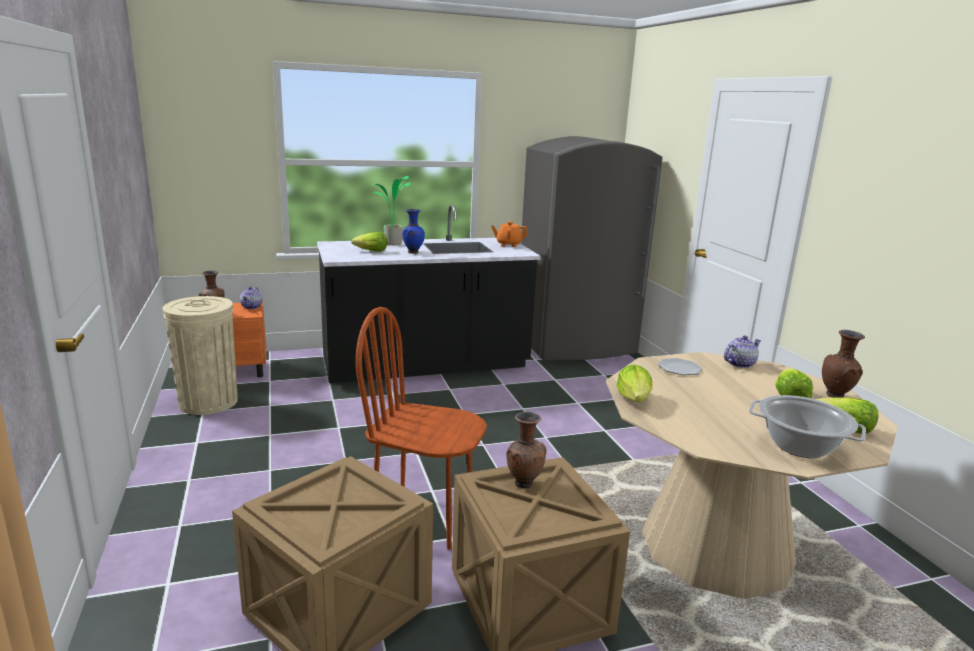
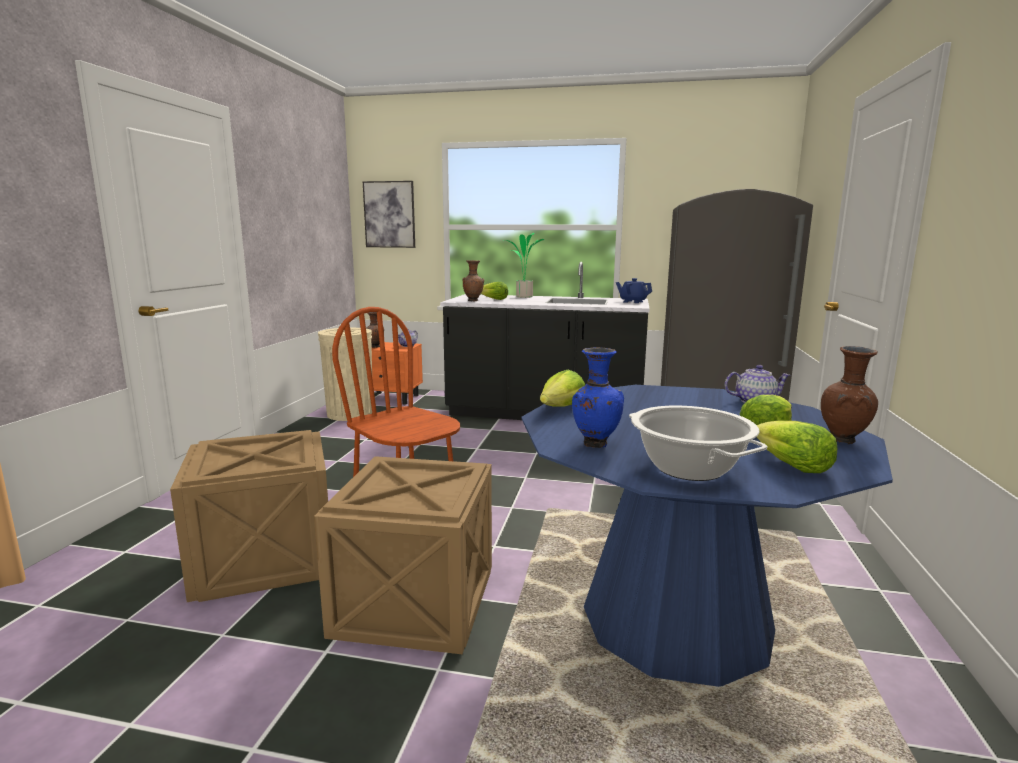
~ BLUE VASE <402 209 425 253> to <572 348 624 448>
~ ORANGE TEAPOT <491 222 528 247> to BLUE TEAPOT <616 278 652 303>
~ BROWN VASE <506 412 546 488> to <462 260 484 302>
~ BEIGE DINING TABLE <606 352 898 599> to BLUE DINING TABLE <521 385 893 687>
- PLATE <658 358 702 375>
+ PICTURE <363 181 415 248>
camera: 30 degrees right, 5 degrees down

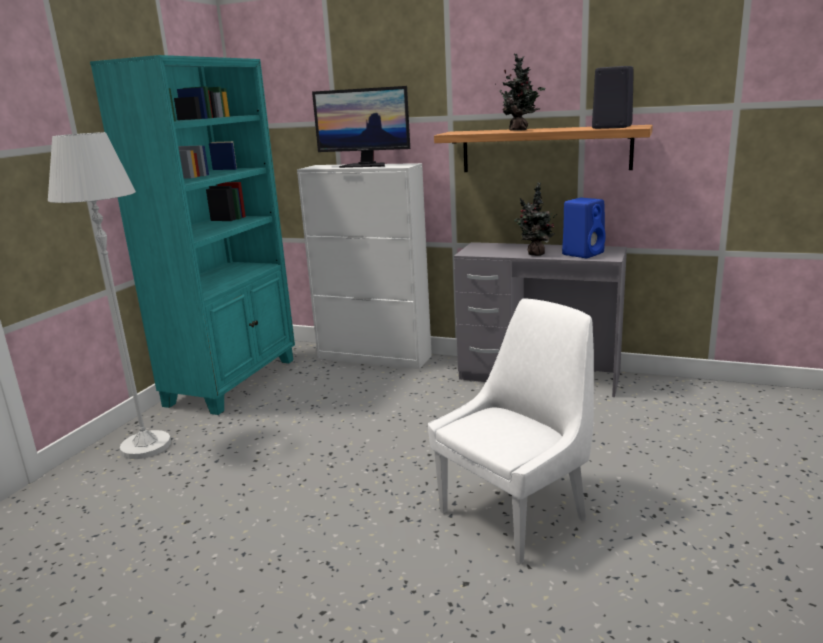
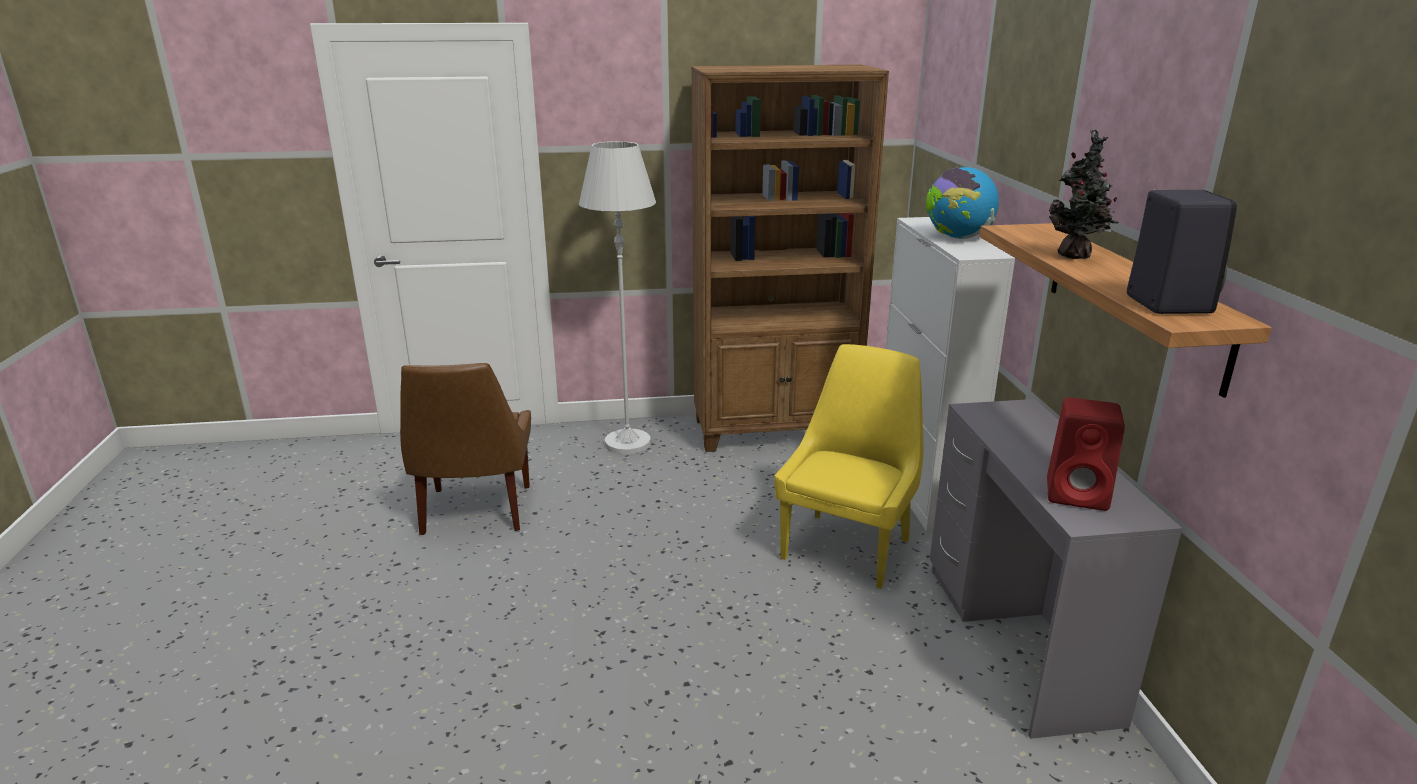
~ TURQUOISE BOOKCASE <90 55 295 415> to BROWN BOOKCASE <691 65 889 452>
~ MONITOR <312 86 410 168> to GLOBE <926 167 999 239>
- WHITE CHAIR <428 298 594 564>
- POTTED PLANT <514 182 557 256>
~ BLUE SPEAKER <562 198 606 258> to RED SPEAKER <1047 397 1125 511>
+ BROWN CHAIR <400 363 531 535>
+ YELLOW CHAIR <774 344 923 589>
camera: 60 degrees right, 5 degrees up

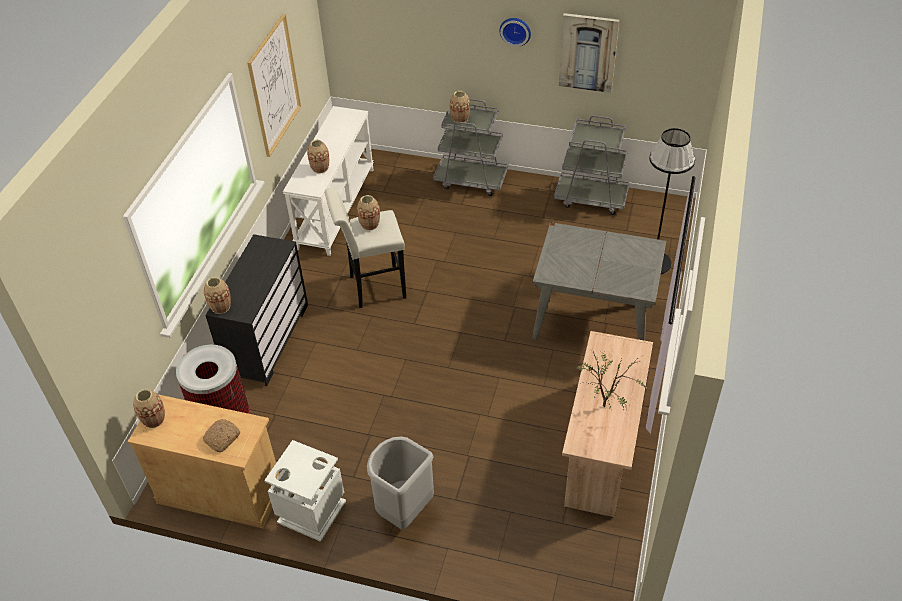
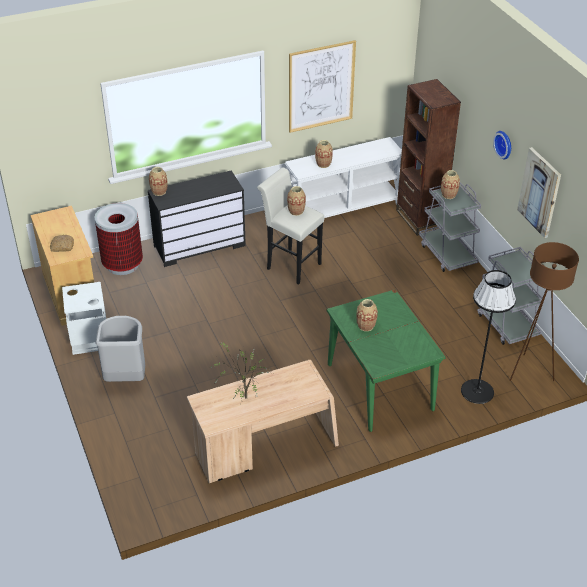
~ VASE <133 389 165 428> to <356 299 378 331>
~ GREY DINING TABLE <532 222 666 341> to GREEN DINING TABLE <327 289 446 432>
+ BROWN BOOKCASE <396 79 461 236>
+ BROWN FLOOR LAMP <510 242 579 381>
camera: 50 degrees right, 5 degrees down

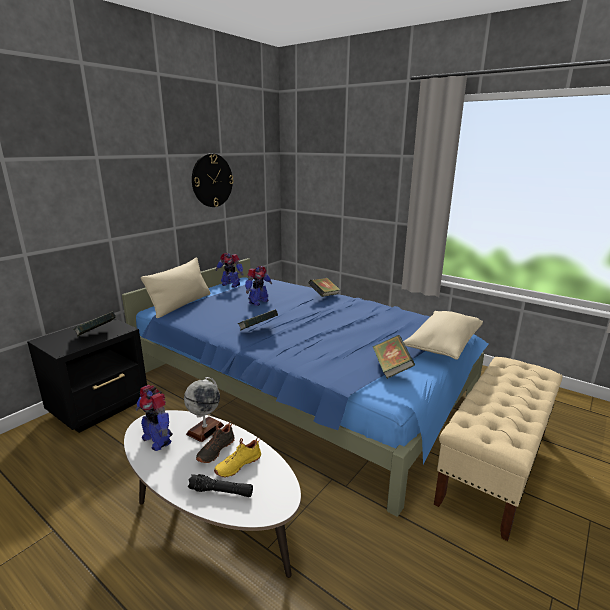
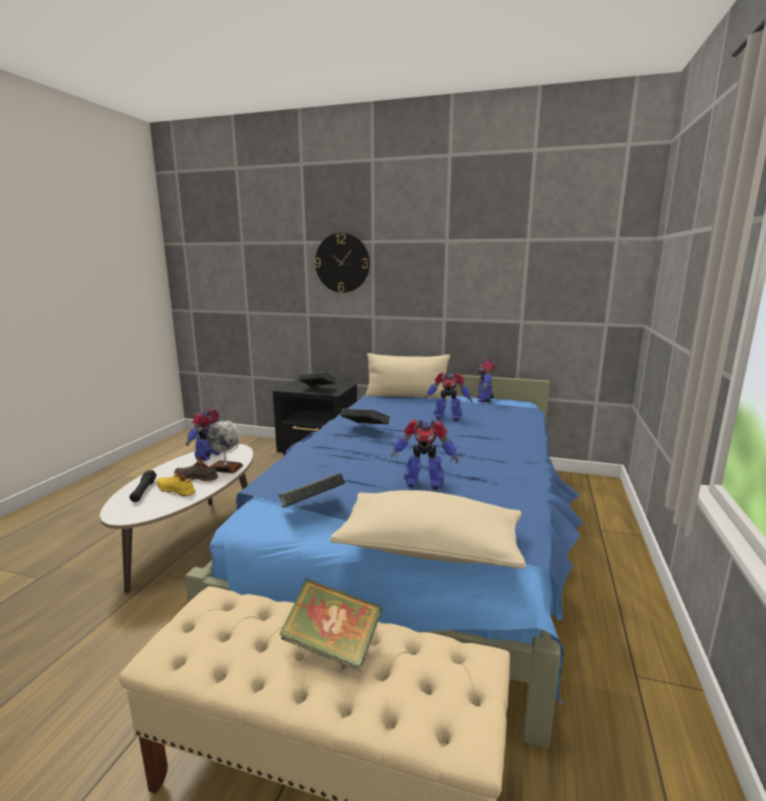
~ WALL CLOCK <192 154 234 207> to <315 233 370 293>
~ BOOK <308 278 340 297> to <279 578 382 672>
+ TOY ROBOT <391 419 459 489>
camera: 70 degrees right, 5 degrees down

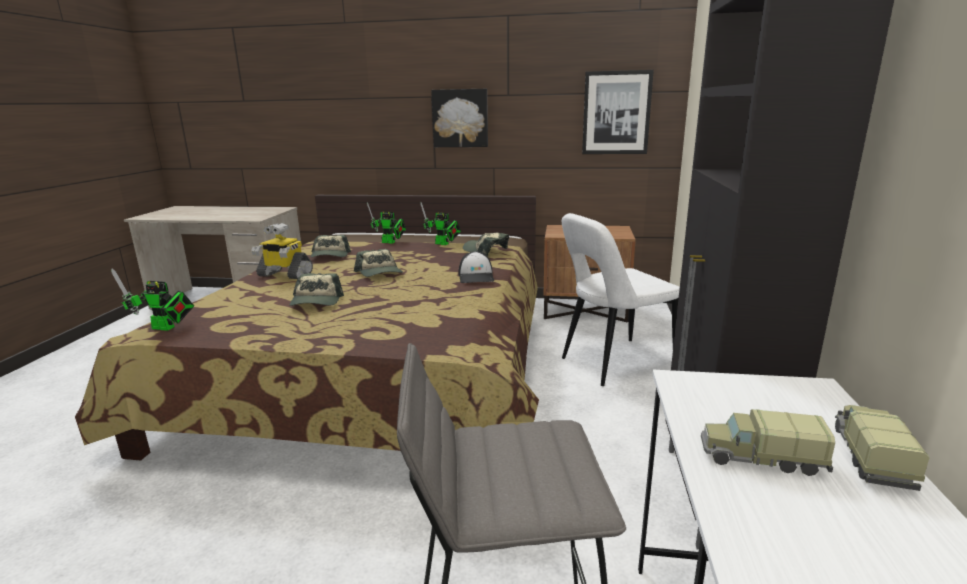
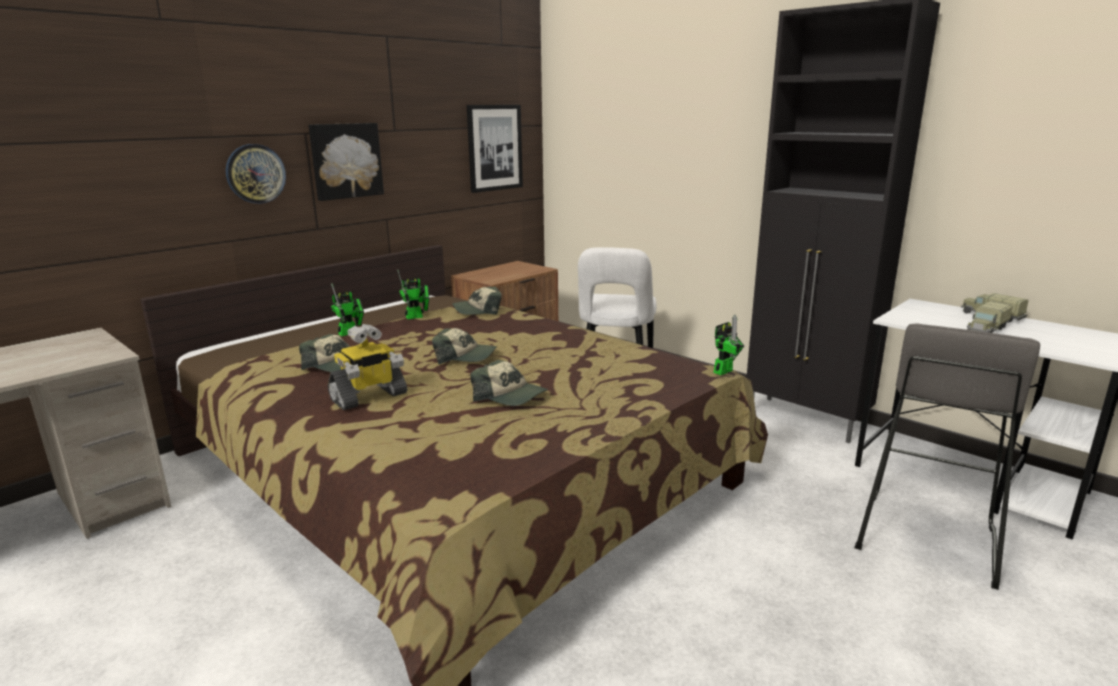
~ TOY ROBOT <111 269 194 331> to <713 315 744 375>
- CAP <459 251 494 283>
+ WALL CLOCK <226 144 286 204>
camera: 55 degrees left, 0 degrees up

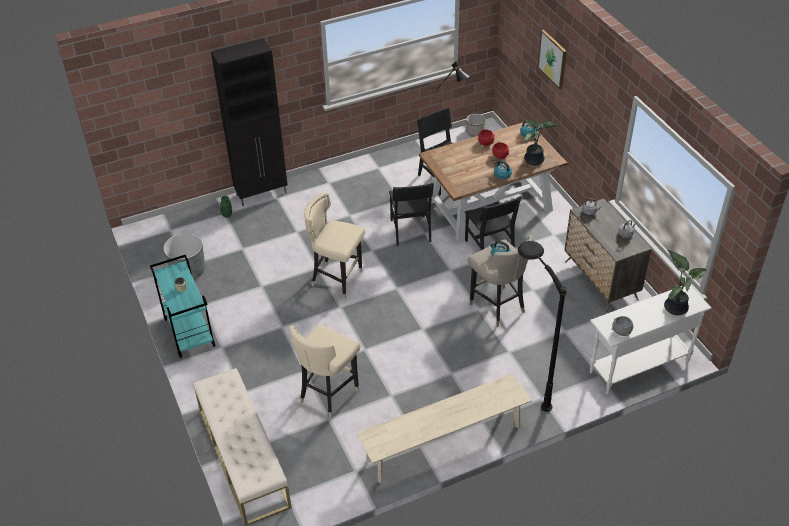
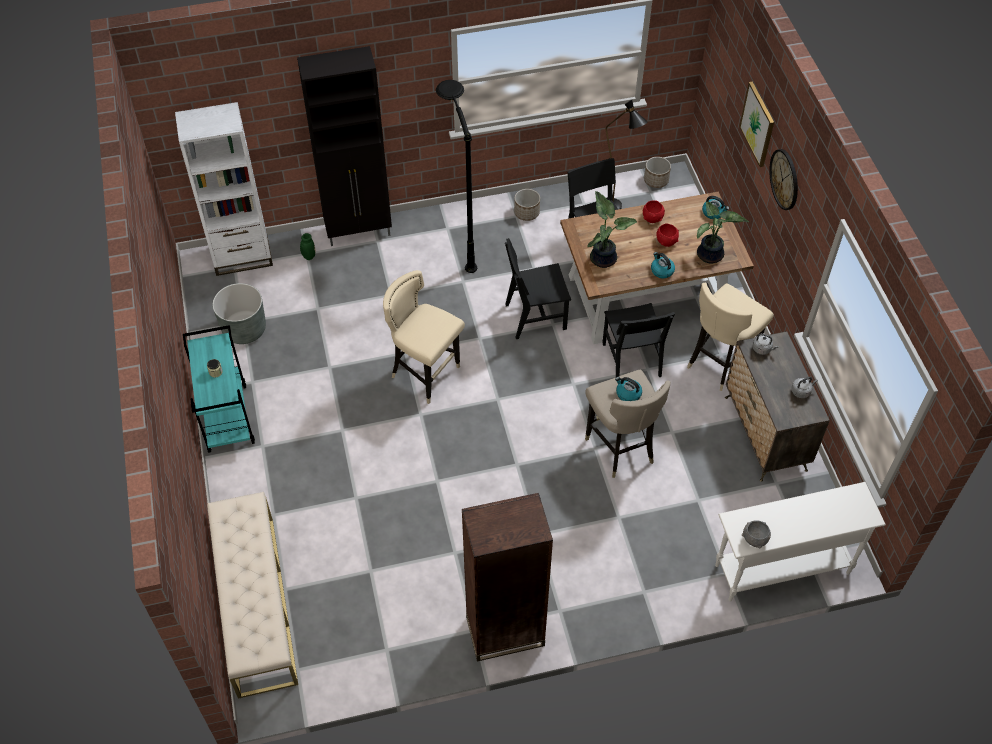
~ BEIGE STOOL <290 324 361 418> to <687 283 774 391>
~ BEIGE BENCH <356 374 532 483> to BROWN BOOKCASE <462 493 553 661>
~ BLACK CHAIR <389 183 434 246> = <505 238 571 339> 75 degrees clockwise
~ BLACK FLOOR LAMP <518 241 567 412> to <436 80 477 273>
~ POTTED PLANT <664 250 707 315> to <588 191 637 268>
+ WHITE BOOKCASE <175 102 273 276>
+ PLANTER <514 189 540 221>
+ WALL CLOCK <769 149 798 210>
camera: 10 degrees right, 10 degrees up

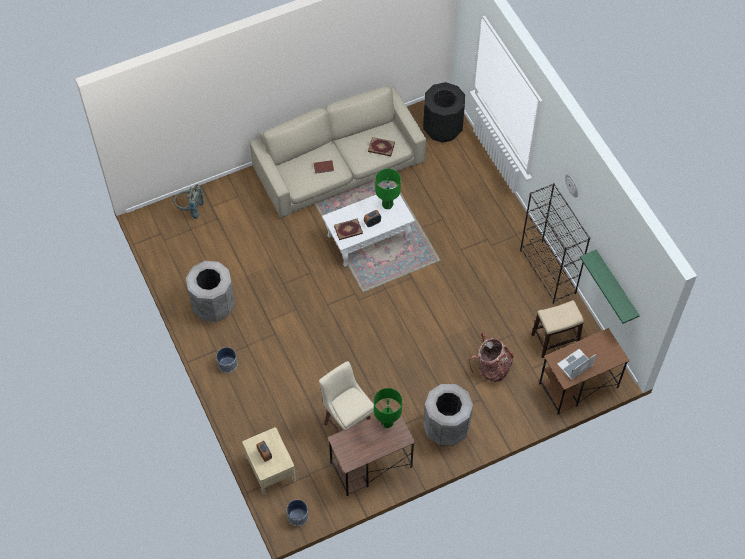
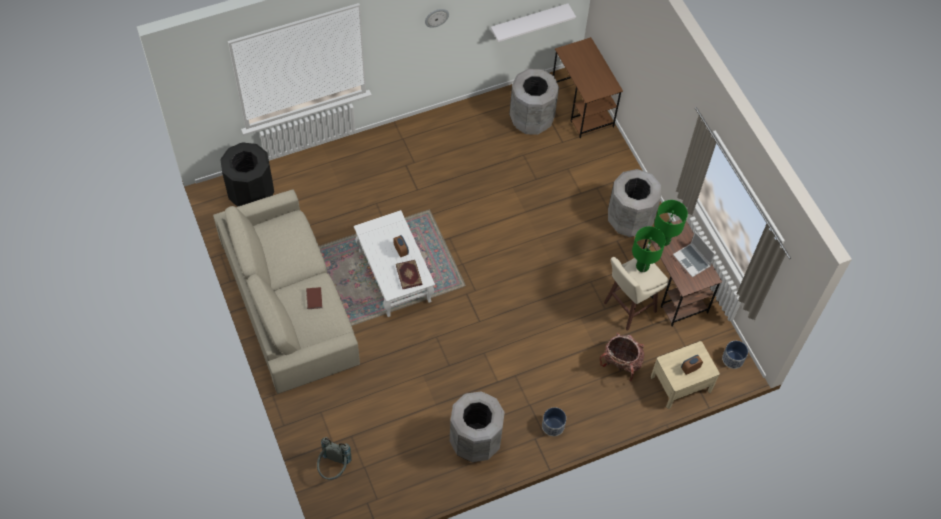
- BOOK <368 137 395 156>
~ GREEN TABLE LAMP <375 169 401 209> to <632 226 666 272>
~ BACKPACK <469 333 514 382> to <600 333 644 381>
- BLACK BOOKCASE <520 183 590 304>
~ STOOL <531 300 584 358> to GREY TRASH CAN <509 69 559 135>
~ LAPTOP <557 349 596 380> to <673 232 715 277>
~ GREEN SHELF <580 250 640 324> to WHITE SHELF <491 3 576 42>
camera: 90 degrees left, 0 degrees up

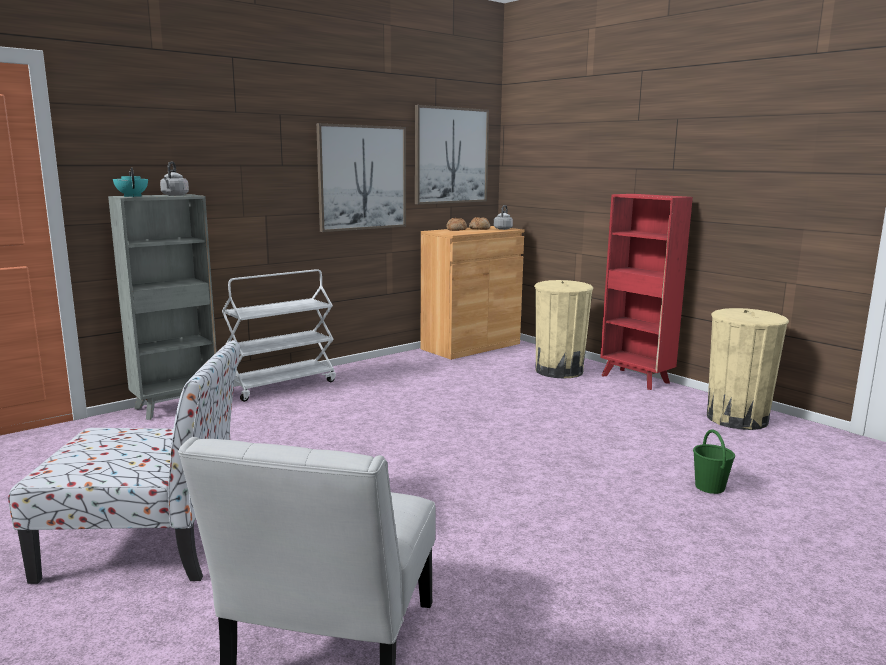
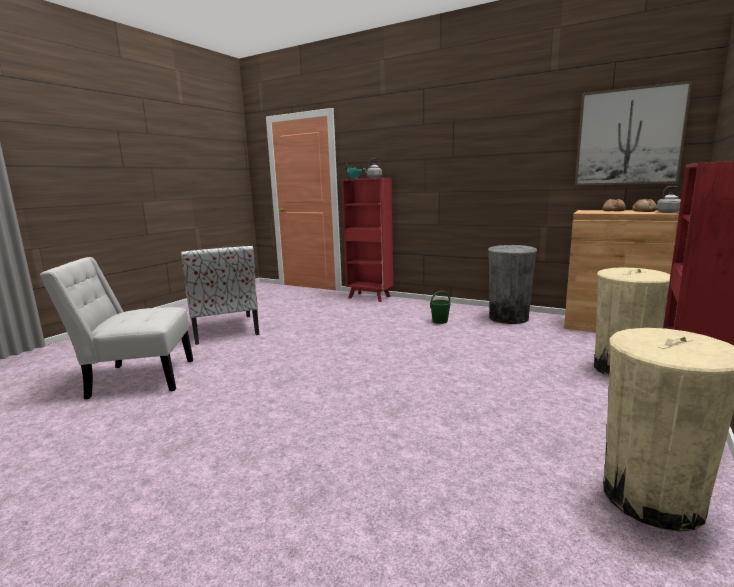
~ GREY BOOKCASE <108 194 217 420> to RED BOOKCASE <341 178 393 302>
- WHITE CART <222 269 336 402>
- PICTURE <316 123 406 232>
~ GREEN BUCKET <693 429 735 494> to <430 291 451 324>
+ GREY TRASH CAN <488 245 537 324>
camera: 70 degrees right, 0 degrees up

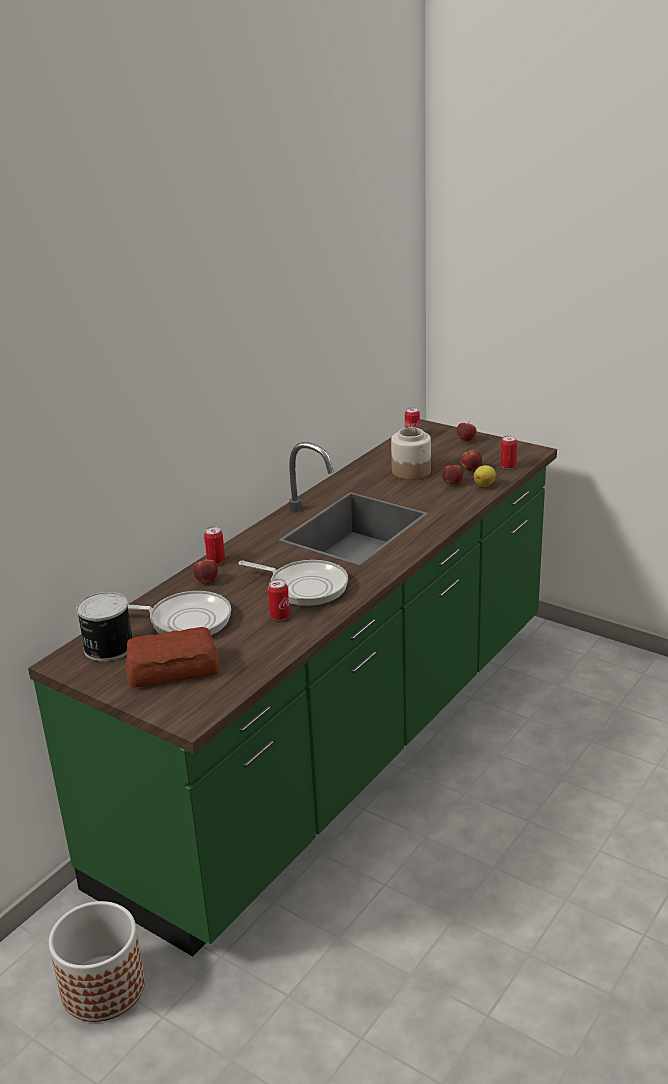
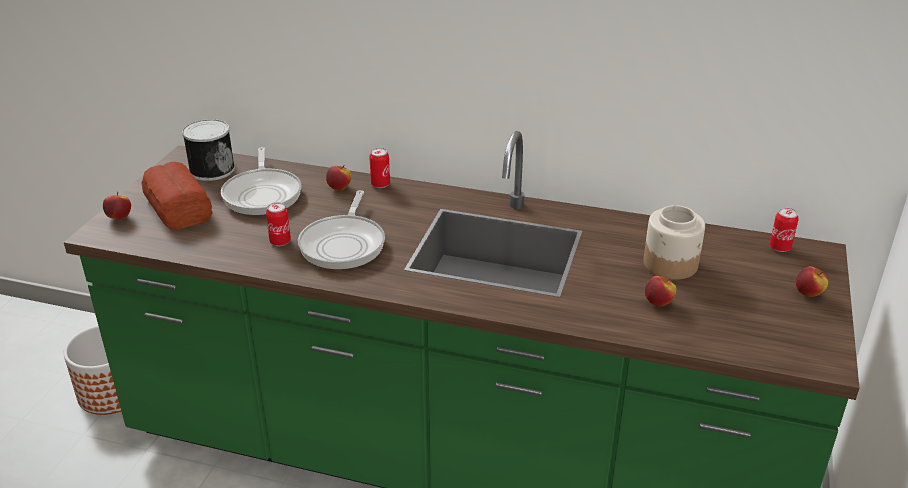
~ APPLE <461 450 482 471> to <103 192 131 219>
- LEMON <474 465 496 487>
- CAN <500 436 517 469>
camera: 70 degrees right, 5 degrees up

